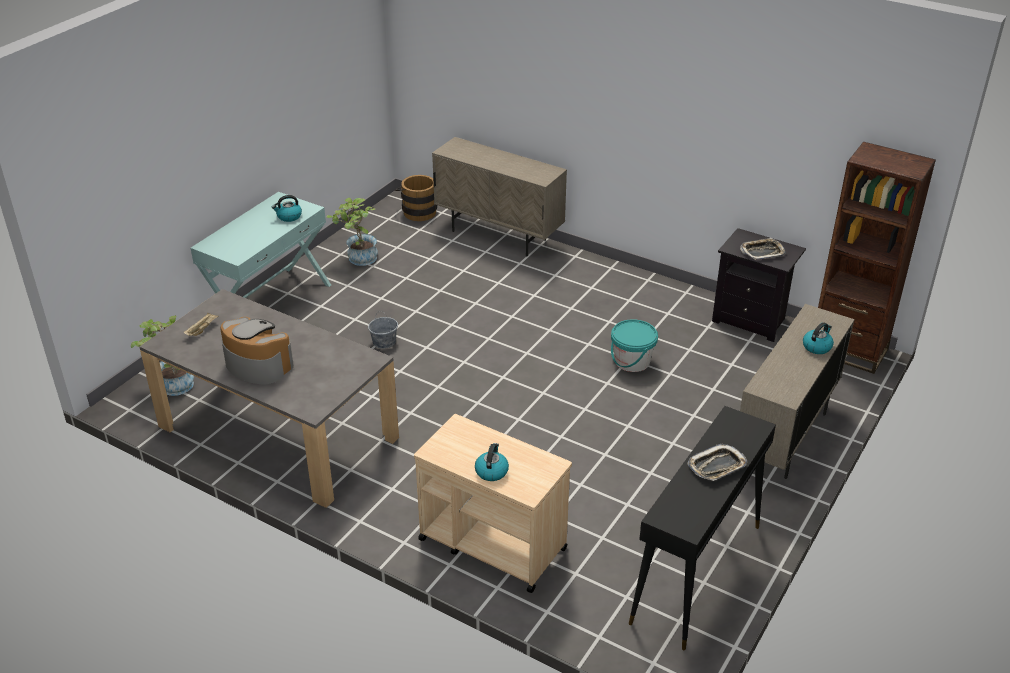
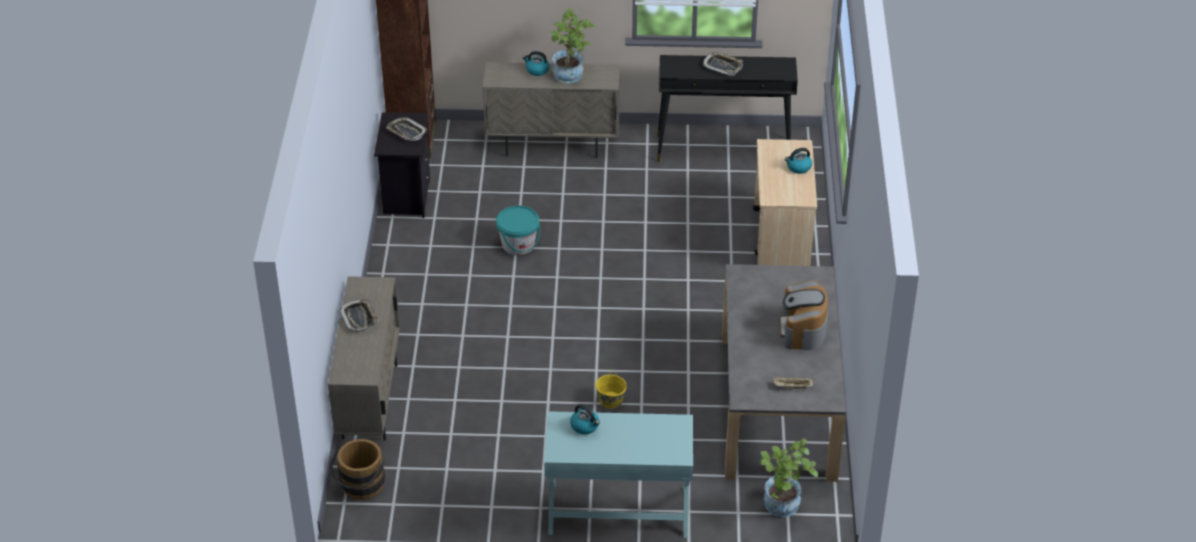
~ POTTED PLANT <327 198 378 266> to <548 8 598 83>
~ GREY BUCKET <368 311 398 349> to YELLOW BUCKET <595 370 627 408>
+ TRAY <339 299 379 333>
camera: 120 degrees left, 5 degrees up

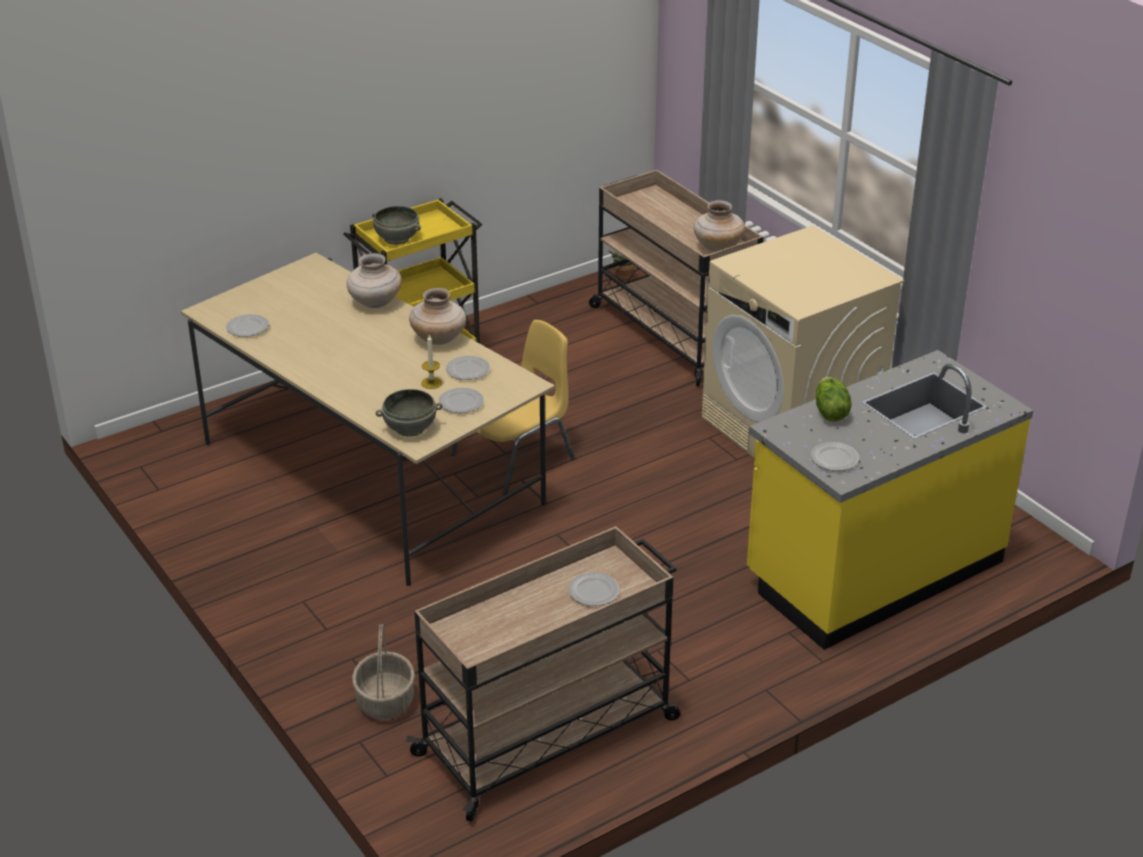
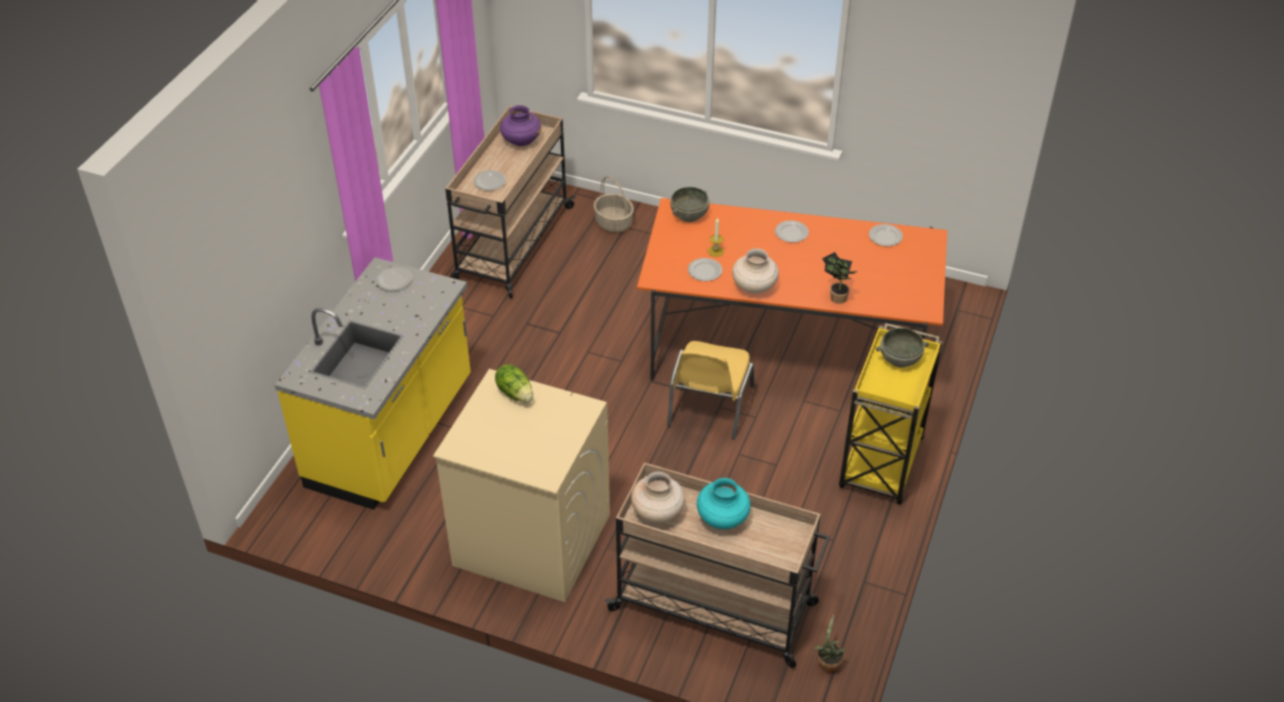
~ BEIGE DINING TABLE <181 253 555 586> to ORANGE DINING TABLE <637 198 947 380>
~ BEIGE VASE <347 253 402 308> to POTTED PLANT <822 252 857 304>
~ PLATE <439 388 484 413> to <775 221 809 243>
~ LETTUCE <816 377 852 421> to <495 364 533 403>
+ PURPLE VASE <500 105 542 146>
+ TURQUOISE VASE <697 478 750 529>
camera: 145 degrees right, 10 degrees up

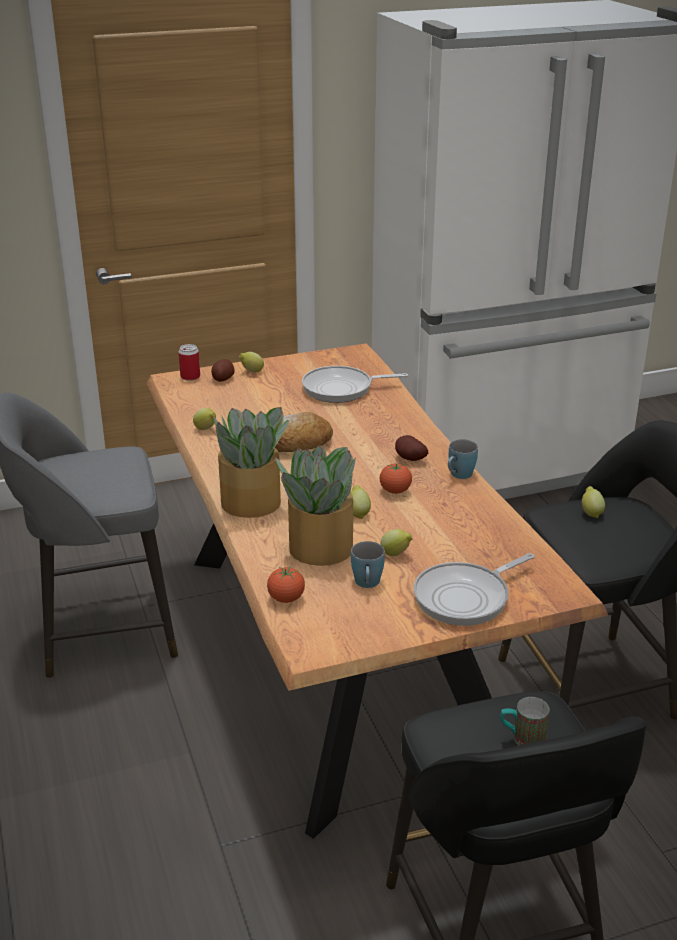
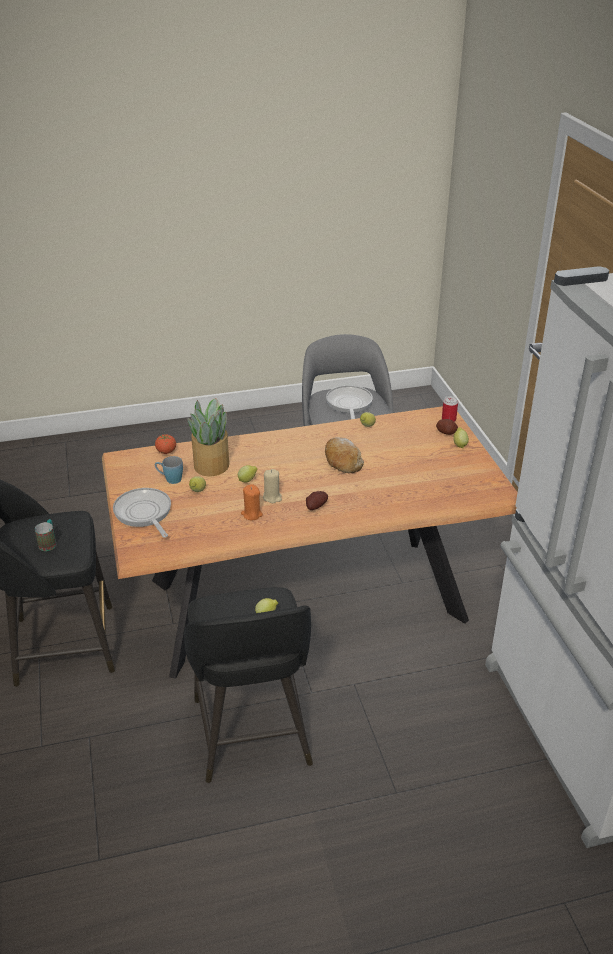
- POTTED PLANT <213 407 289 518>
~ FRYING PAN <302 366 408 403> to <326 385 373 419>
~ TOMATO <380 463 412 494> to BEIGE CANDLE <263 469 282 503>
- BLUE MUG <448 439 478 479>
+ ORANGE CANDLE <241 484 263 521>
camera: 95 degrees right, 5 degrees up

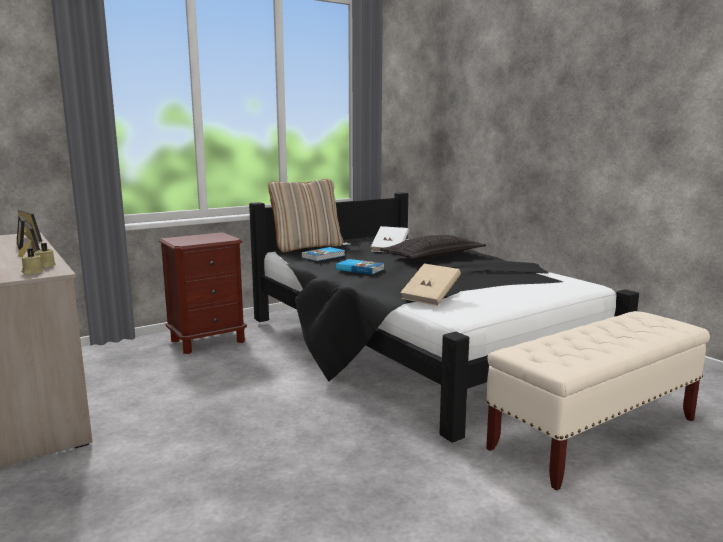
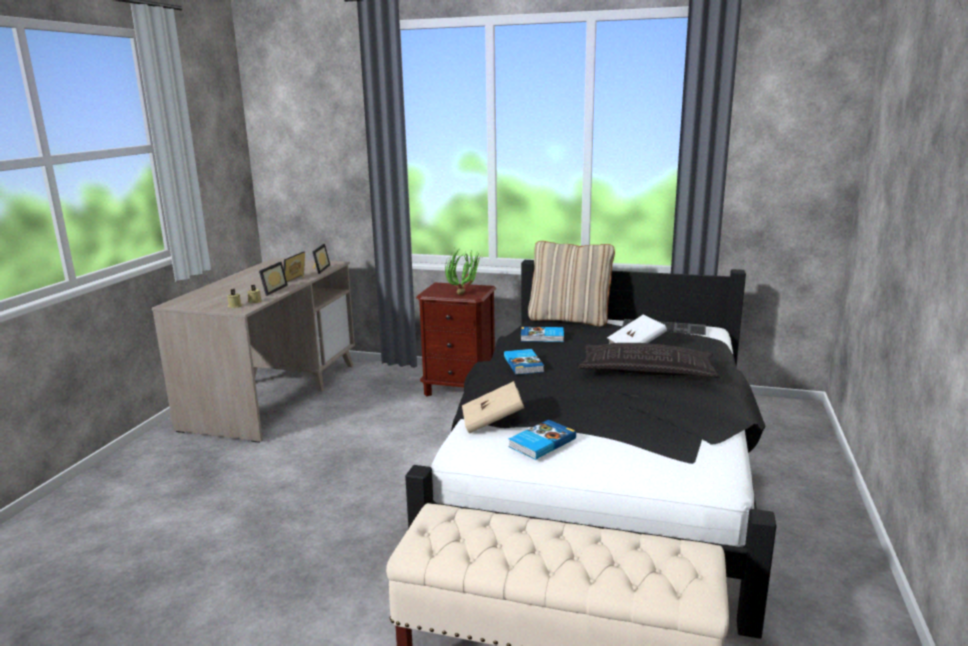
+ POTTED PLANT <445 250 482 295>
+ BOOK <508 420 576 460>
camera: 50 degrees right, 5 degrees up

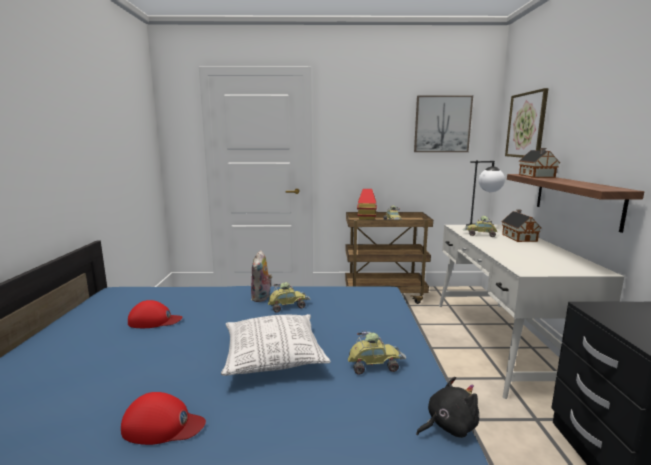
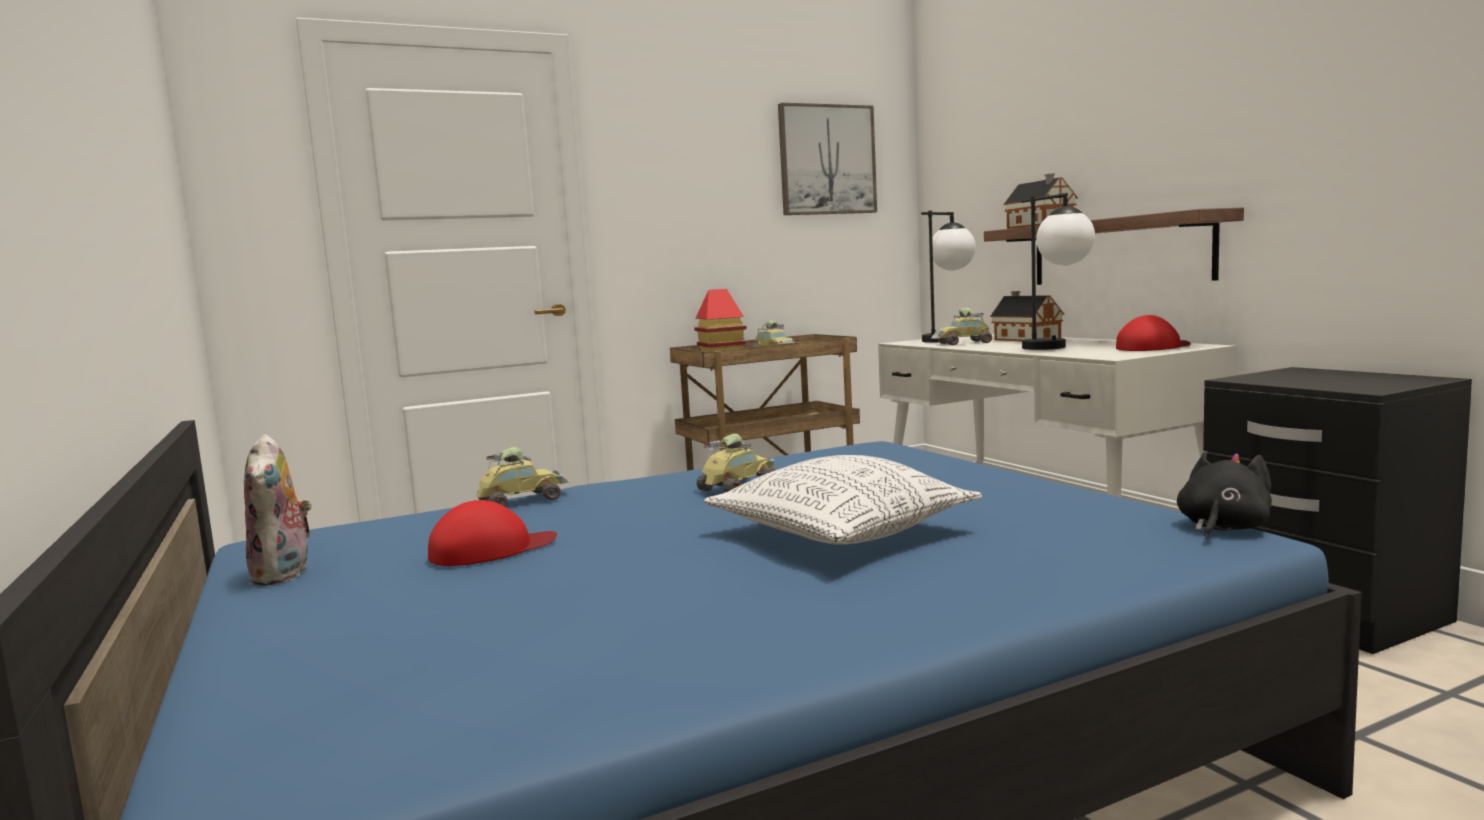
~ RED CAP <121 392 206 445> to <1116 315 1191 351>
~ PLUSH TOY <251 250 272 302> to <244 434 312 586>
~ TOY CAR <348 332 406 375> to <477 447 570 507>
- PICTURE <505 88 548 158>
+ TABLE LAMP <1021 193 1095 350>
camera: 25 degrees left, 5 degrees down

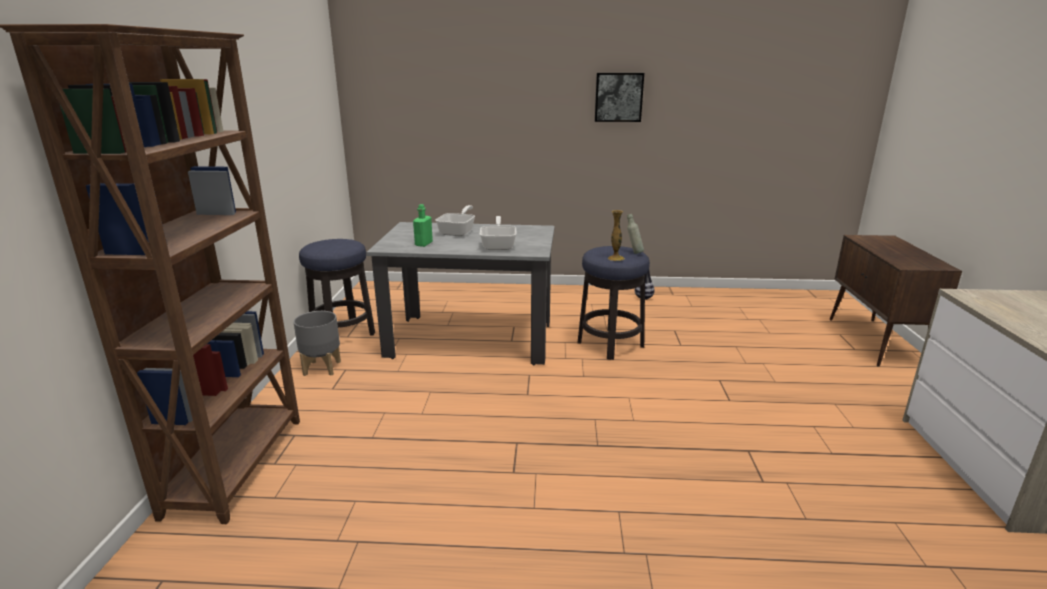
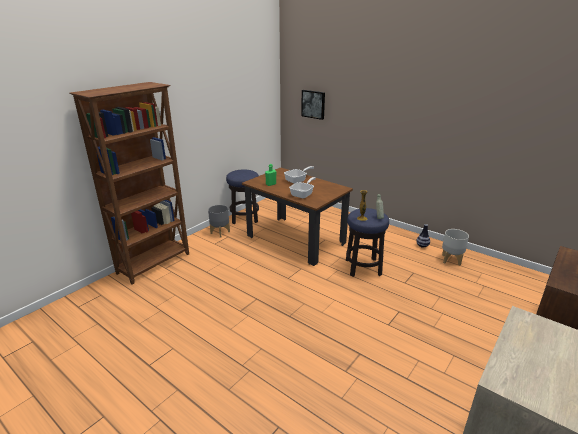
~ GREY DINING TABLE <366 222 555 365> to BROWN DINING TABLE <242 167 353 266>
~ PICTURE <595 73 644 122> to <301 90 325 120>
+ GREY PLANTER <442 229 469 266>
camera: 35 degrees right, 5 degrees up

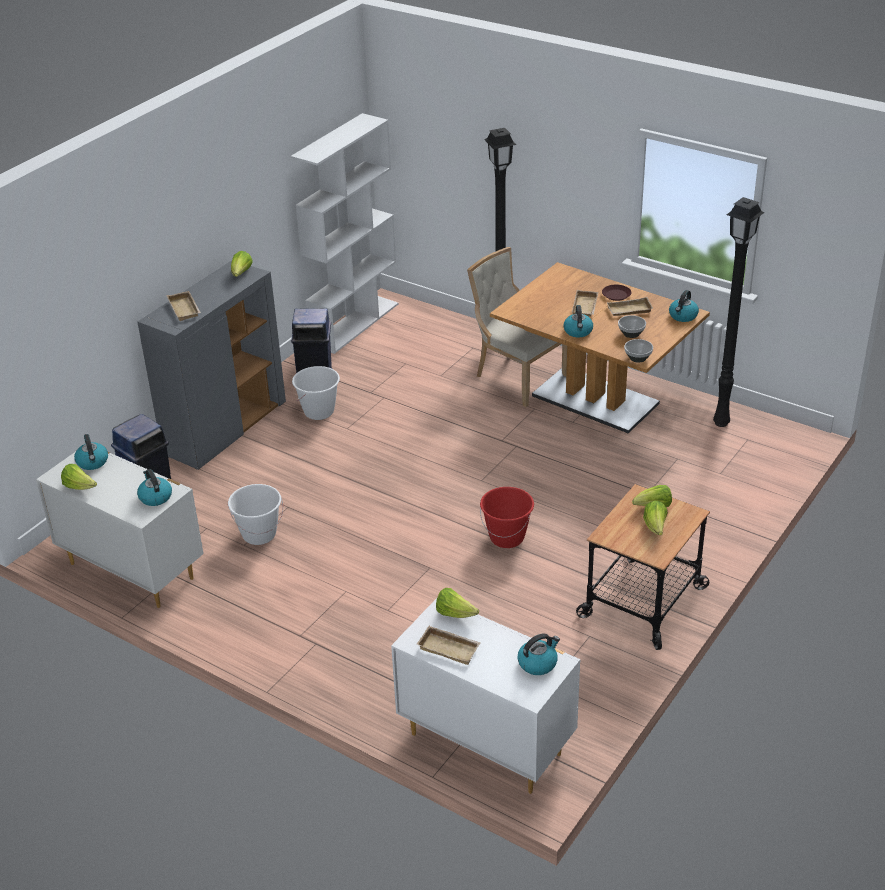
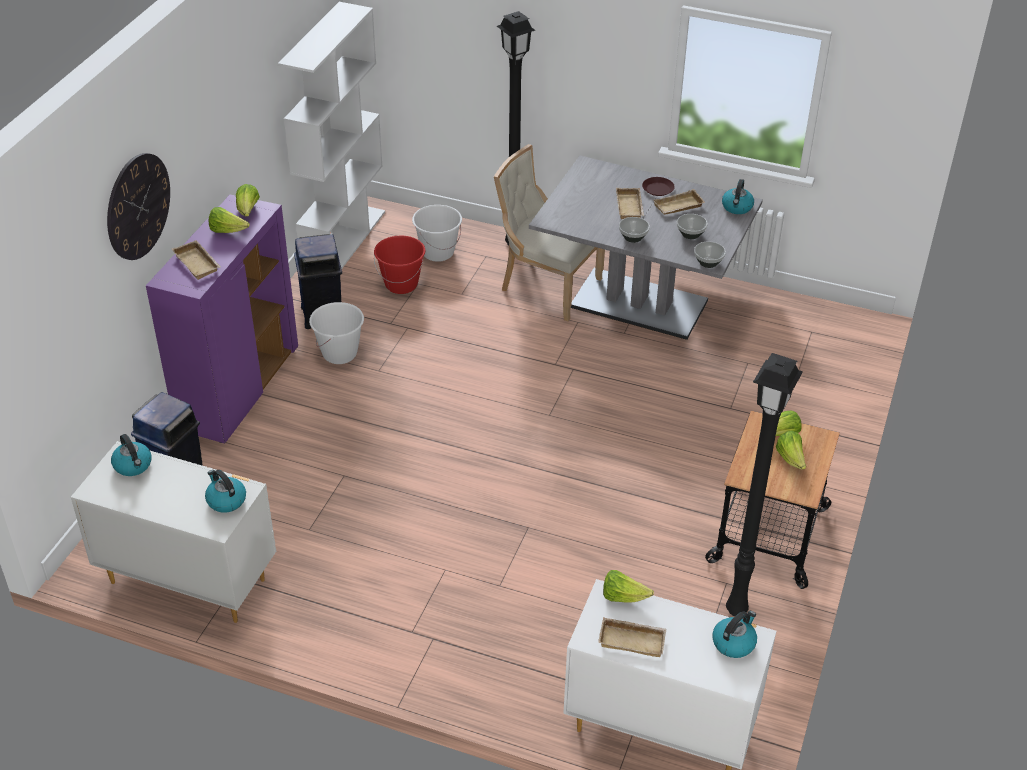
~ LETTUCE <61 464 97 490> to <209 207 250 233>
~ GREY CABINET <137 261 286 470> to PURPLE CABINET <146 195 298 444>
~ WHITE BUCKET <228 484 283 545> to <412 205 462 262>
~ RED BUCKET <480 487 534 548> to <374 236 425 294>
~ BROWN DINING TABLE <490 262 710 434> to GREY DINING TABLE <529 156 763 340>
~ KETTLE <563 305 593 337> to BOWL <619 217 650 243>
~ BLACK FLOOR LAMP <713 197 765 427> to <726 353 803 616>
+ WALL CLOCK <107 153 170 260>
camera: 15 degrees left, 5 degrees up

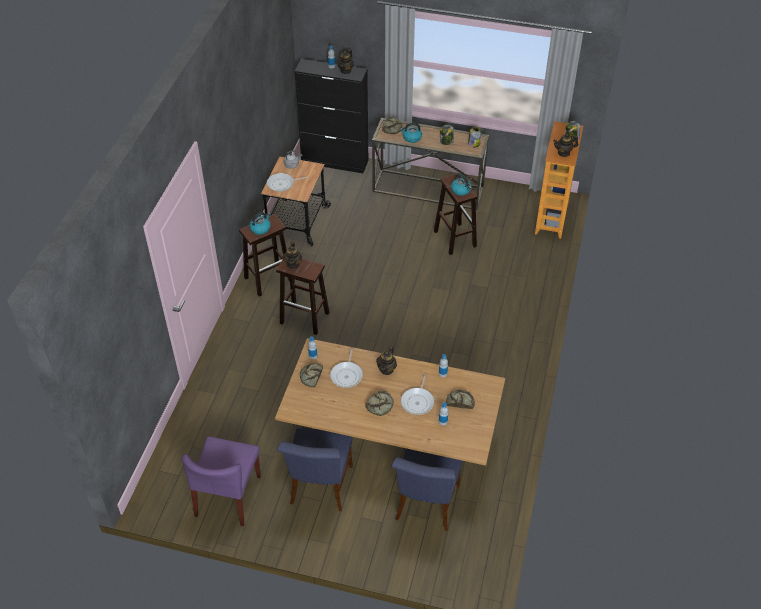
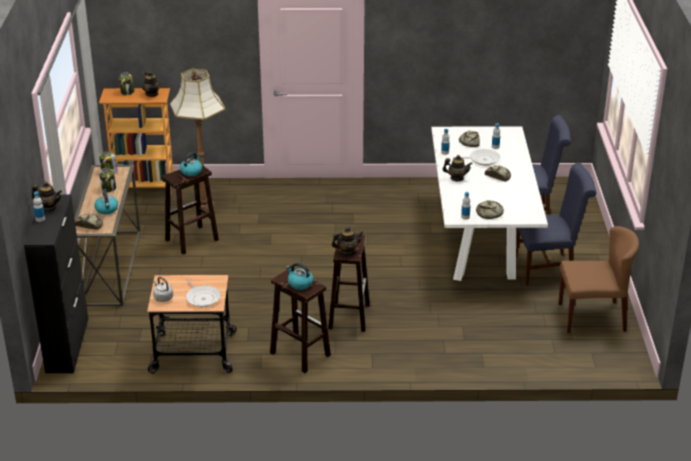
~ PURPLE CHAIR <182 436 261 526> to BROWN CHAIR <558 226 639 333>
~ BROWN DINING TABLE <275 338 505 488> to WHITE DINING TABLE <431 126 548 281>
- FRYING PAN <330 348 363 388>
+ FLOOR LAMP <170 69 226 211>
camera: 105 degrees left, 15 degrees down

